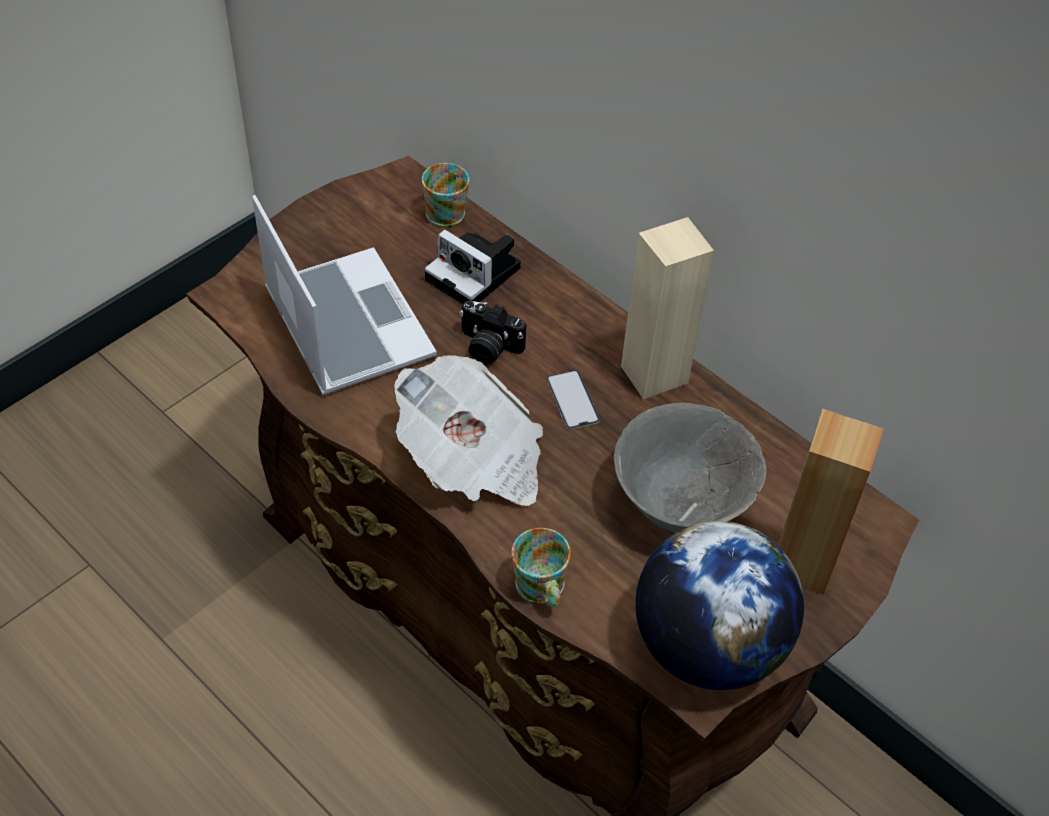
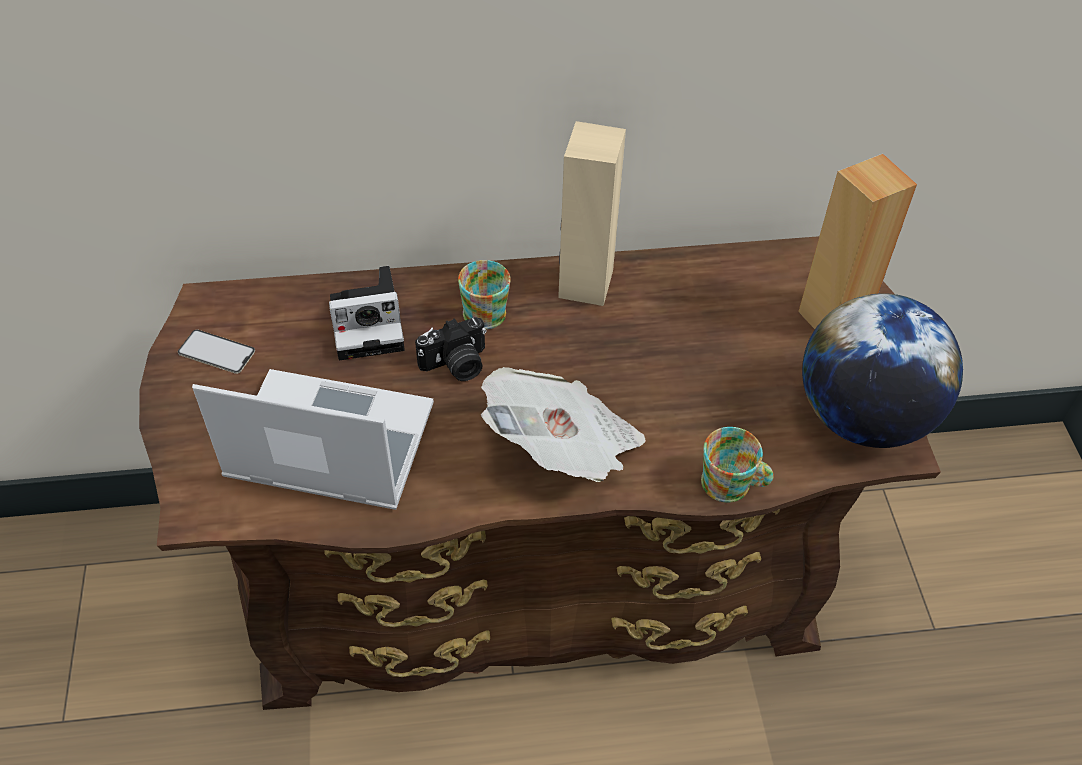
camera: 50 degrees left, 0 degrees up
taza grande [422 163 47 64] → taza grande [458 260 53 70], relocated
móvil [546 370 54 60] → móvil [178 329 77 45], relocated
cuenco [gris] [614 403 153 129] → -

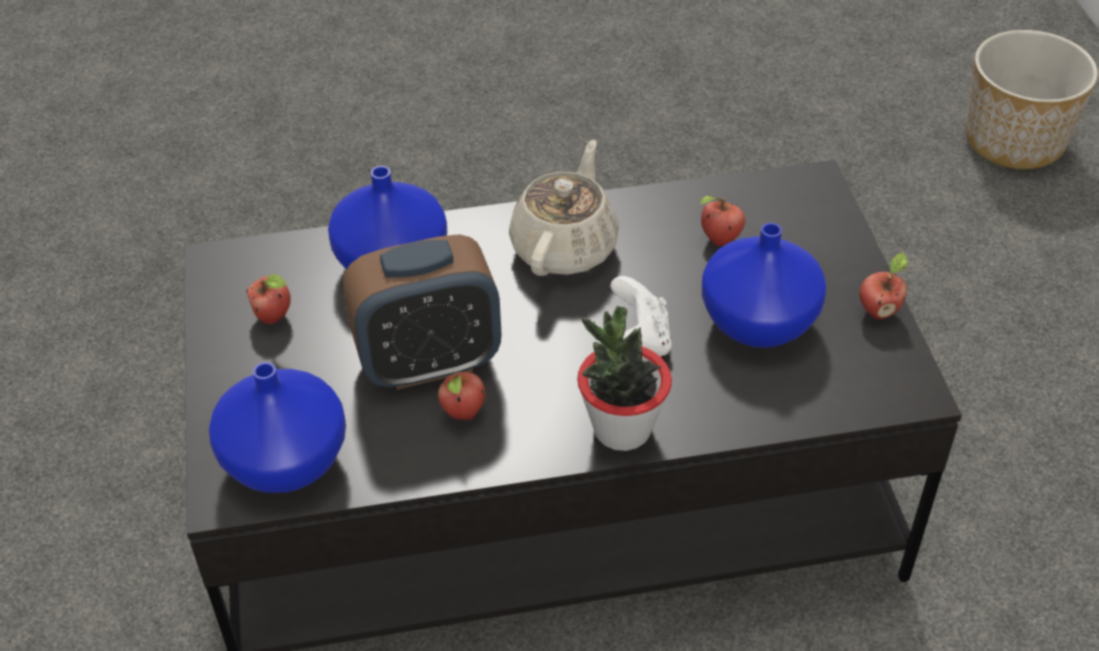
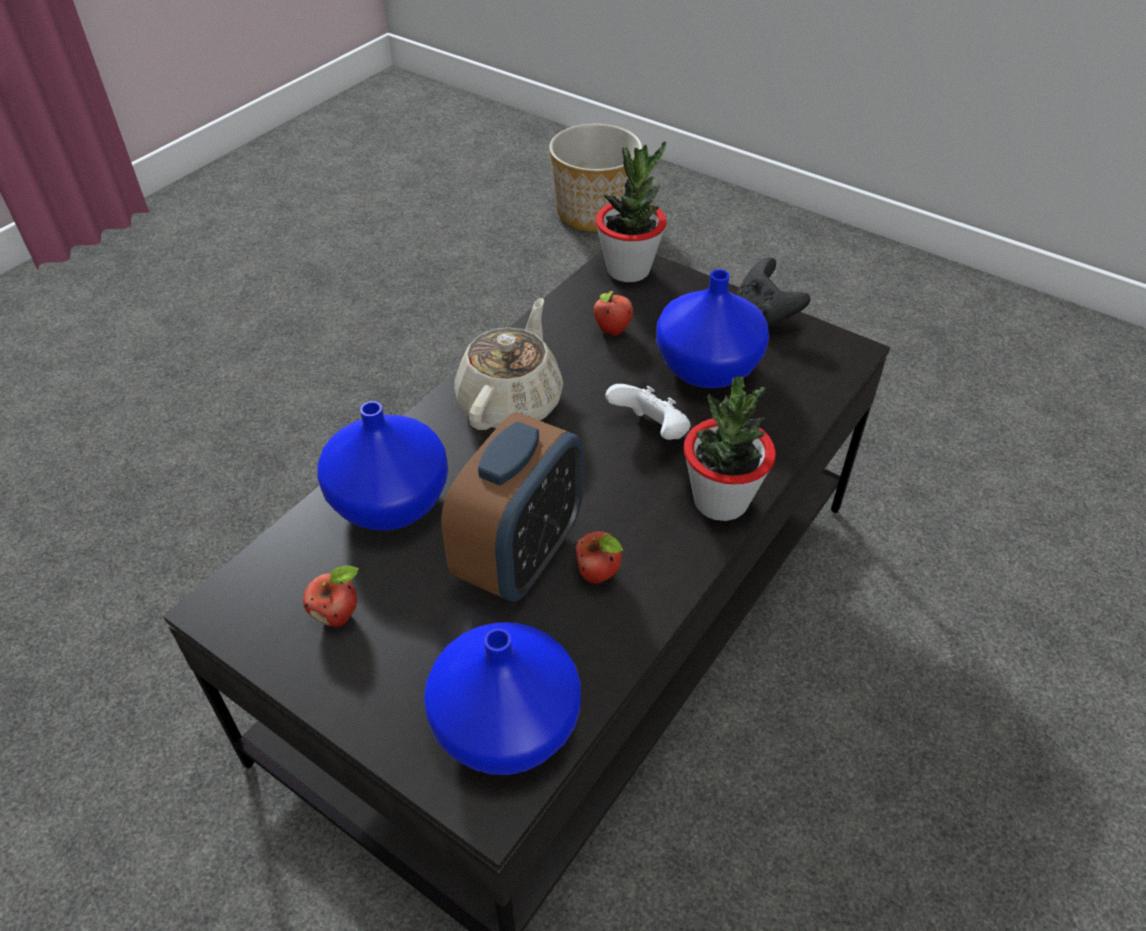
camera: 45 degrees left, 0 degrees up
tetera [beis] [509 140 110 136] → tetera [beis] [454 298 109 132], 45 degrees clockwise
manzana [859 253 49 66] → mando de consola [negro] [737 257 73 73]
- → planta en maceta [595 141 72 141]

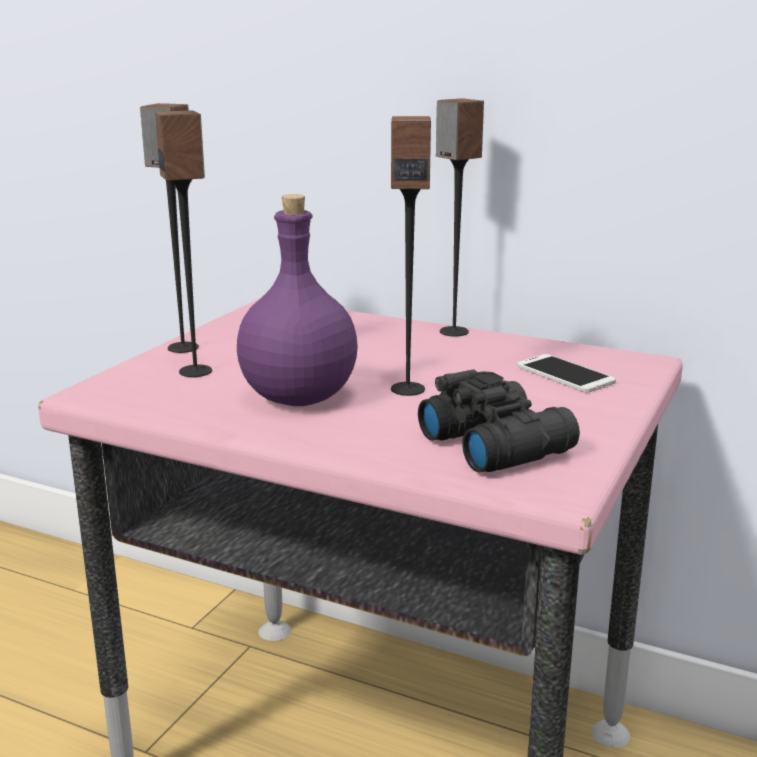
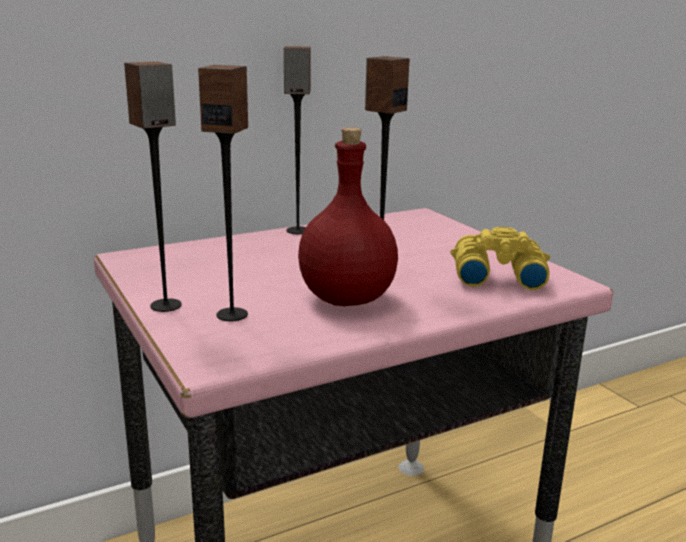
camera: 55 degrees left, 0 degrees up
botella [morado] [237 194 121 212] → botella [rojo] [298 127 100 179]
prismáticos [negro] [418 370 162 103] → prismáticos [amarillo] [450 227 100 63]
móvil [517 354 99 39] → -

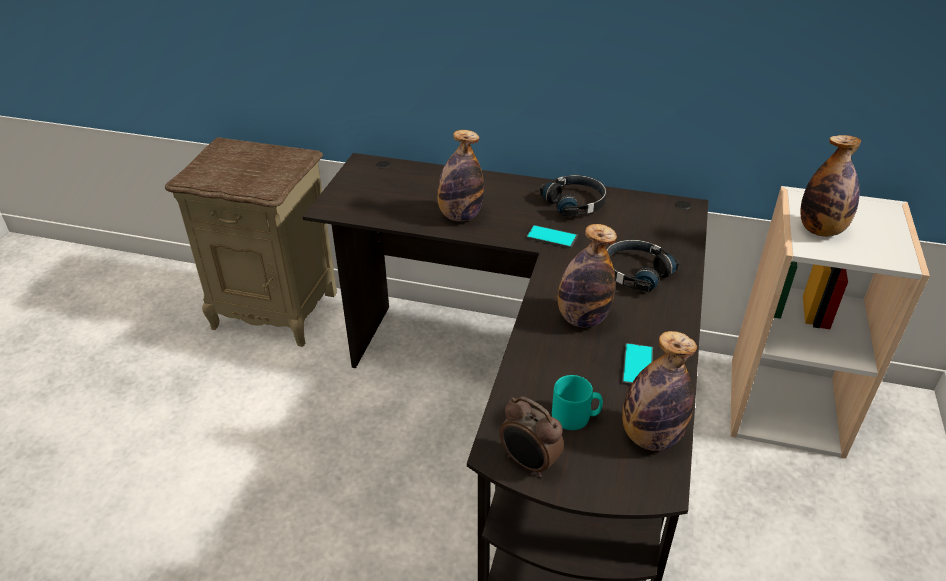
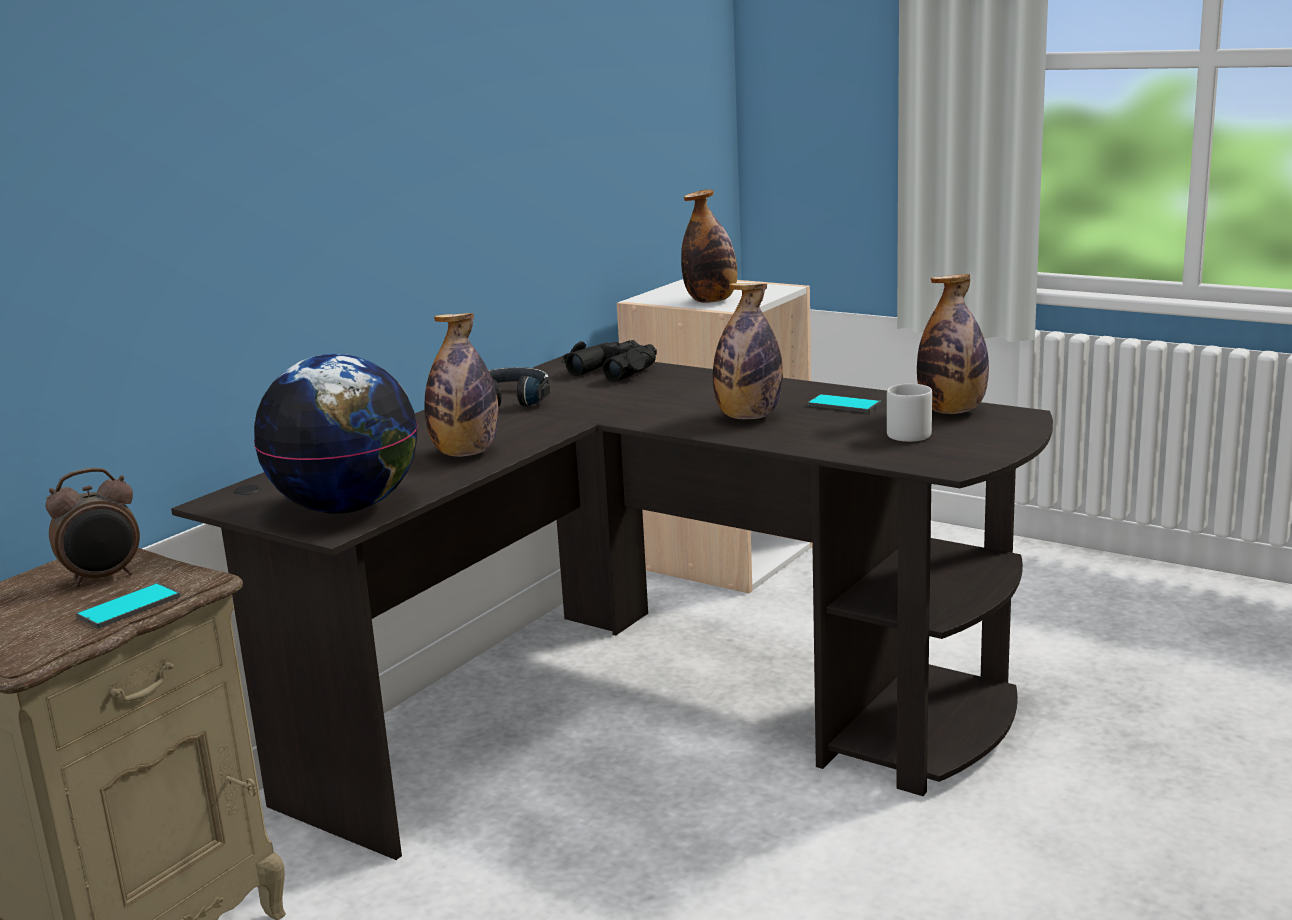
camera: 70 degrees left, 20 degrees down
despertador [499 396 65 82] → despertador [45 468 95 119], relocated
móvil [526 225 52 24] → móvil [76 583 105 45], relocated
taza grande [turquesa] [552 375 51 55] → taza grande [gris] [887 384 45 58]
auriculares [negro] [607 240 73 52] → -
- → globo terráqueo [254 354 164 160]
- → prismáticos [negro] [563 340 94 42]

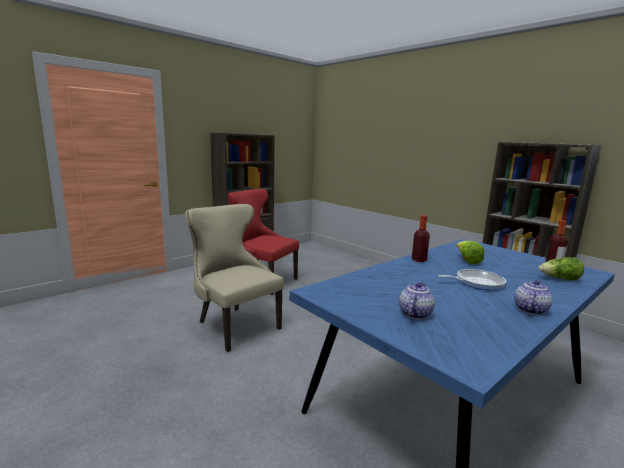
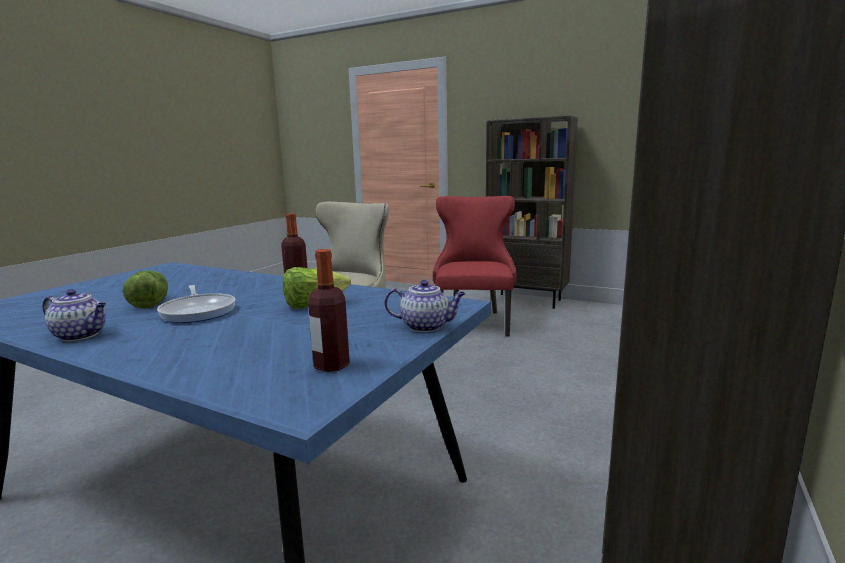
camera: 70 degrees right, 0 degrees up
tetera [399 282 36 37] → tetera [384 280 82 52], relocated
lechuga [538 257 46 23] → lechuga [123 270 45 38], relocated

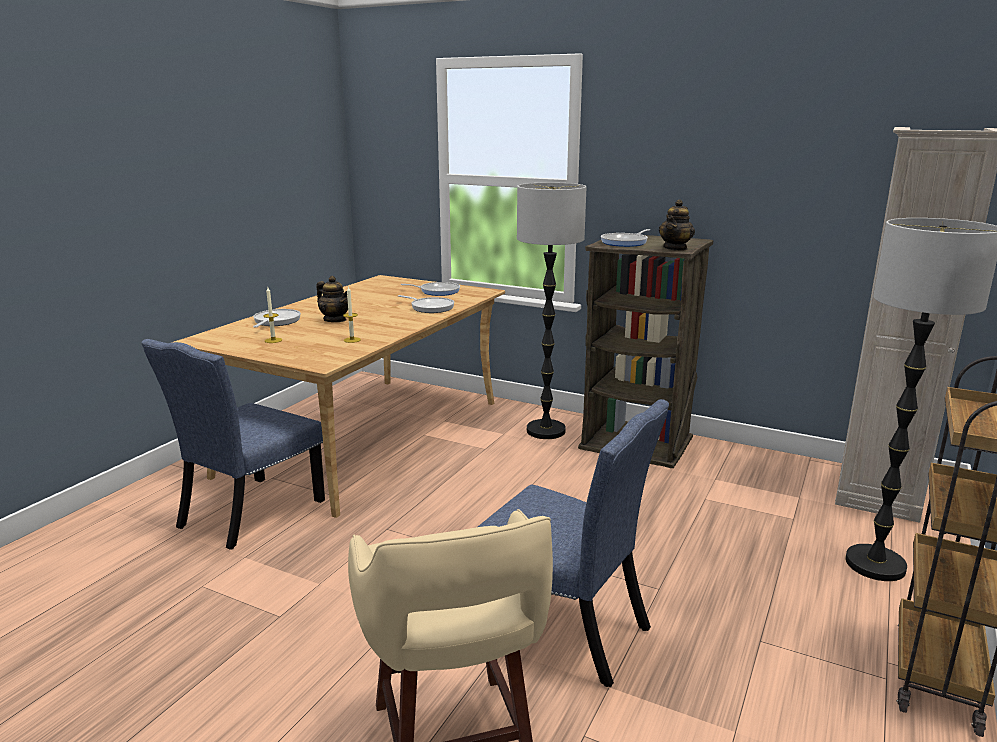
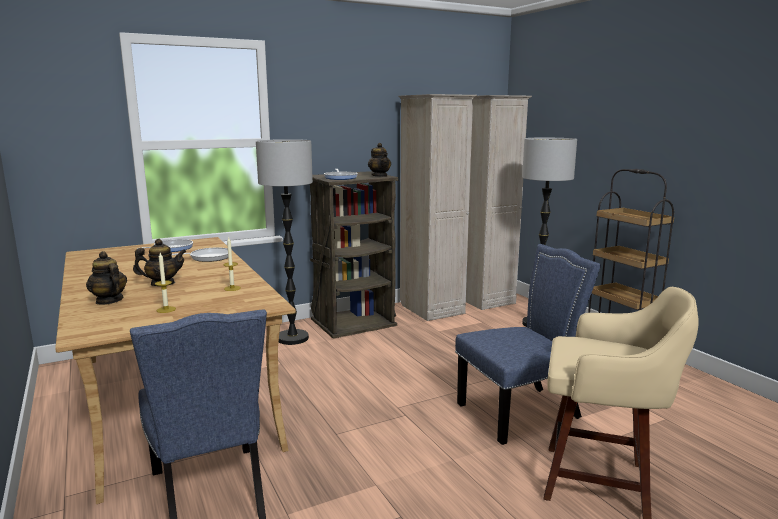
camera: 55 degrees left, 5 degrees down
sartén [253 309 48 19] → tetera [86 251 41 54]
- → armario [beis] [398 94 79 227]

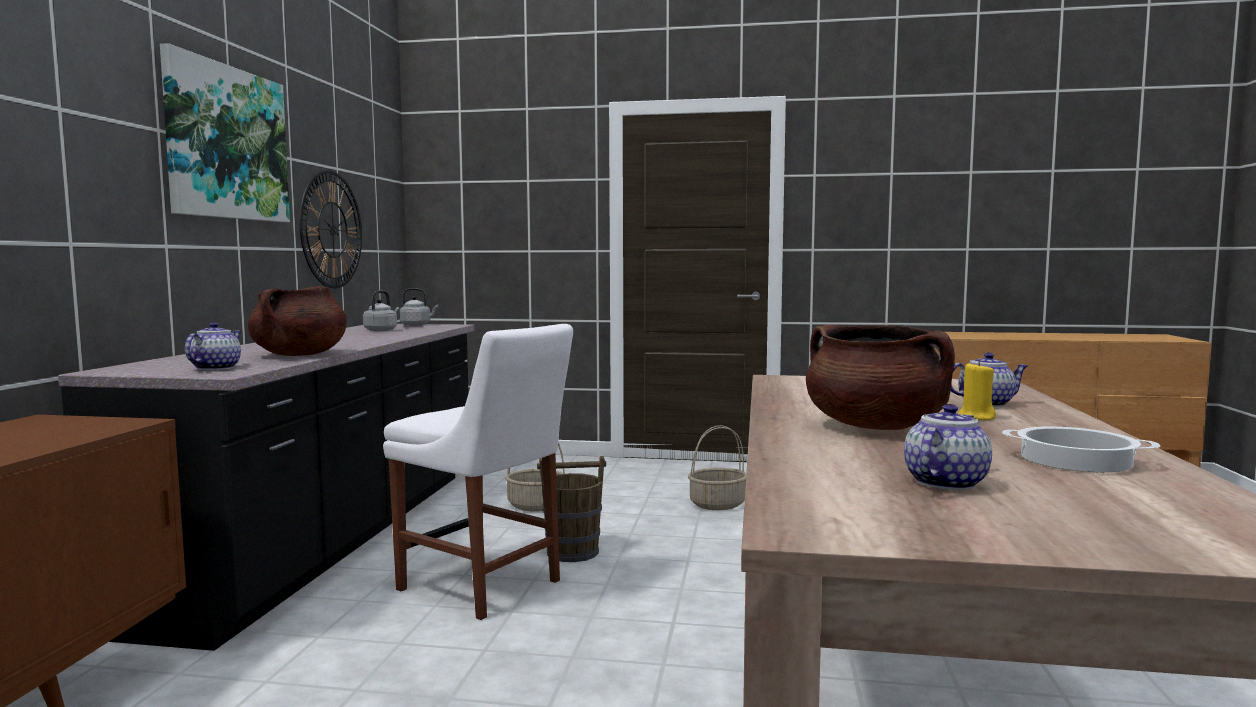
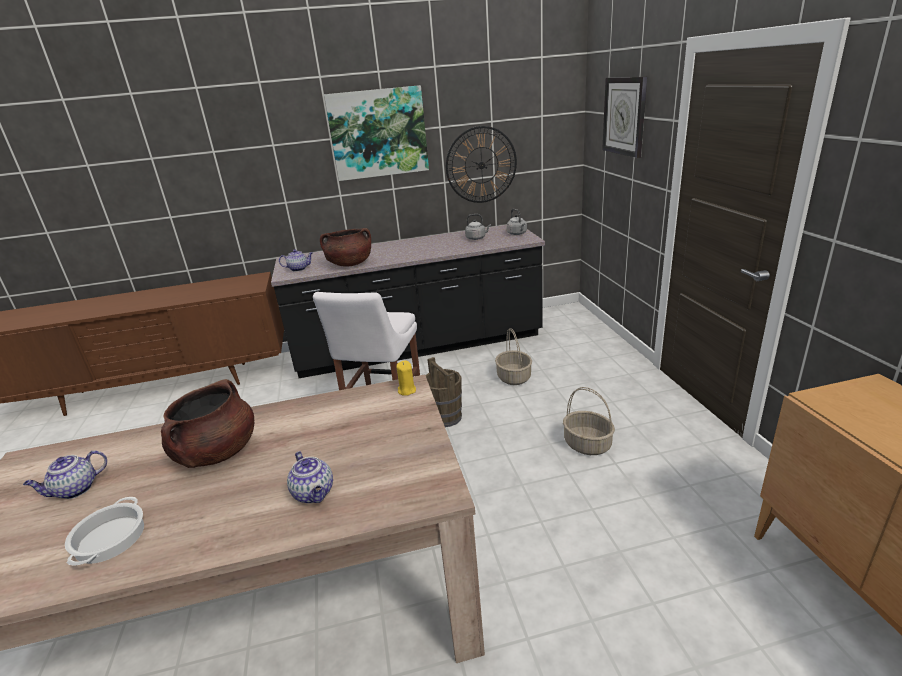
camera: 70 degrees right, 20 degrees up
tetera [904 404 88 86] → tetera [23 450 84 49], 120 degrees clockwise
vela [amarillo] [958 361 38 59] → vela [amarillo] [396 361 20 35], relocated
- → reloj de pared [602 77 45 81]

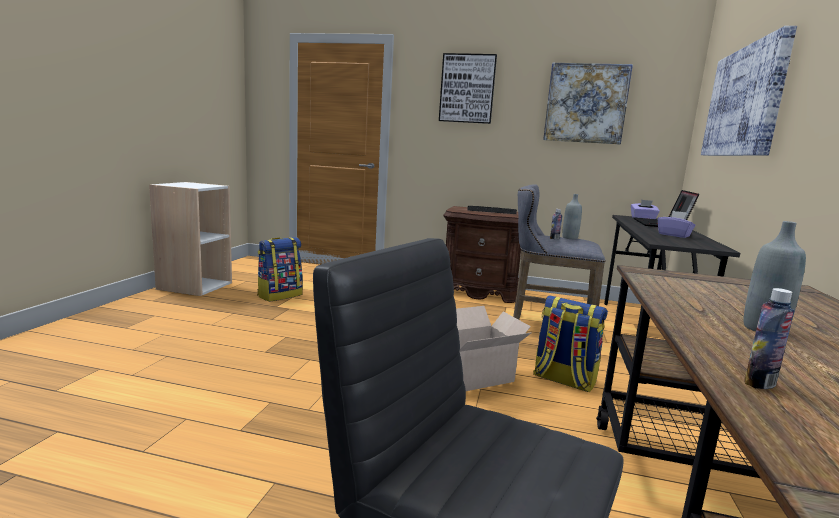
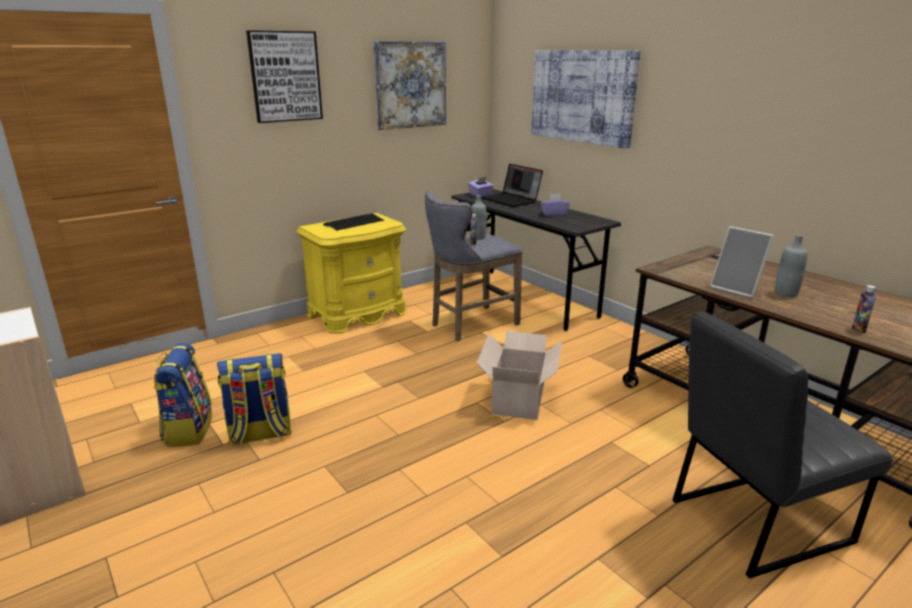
camera: 50 degrees left, 10 degrees up
mesita de noche [marrón] [443 206 78 97] → mesita de noche [amarillo] [297 213 110 120]
mochila [533 295 75 98] → mochila [217 353 75 92], relocated
- → portarretratos [710 226 64 72]

